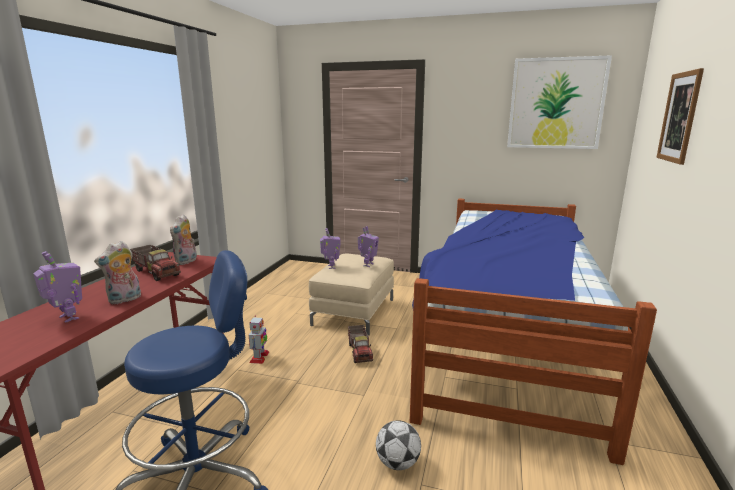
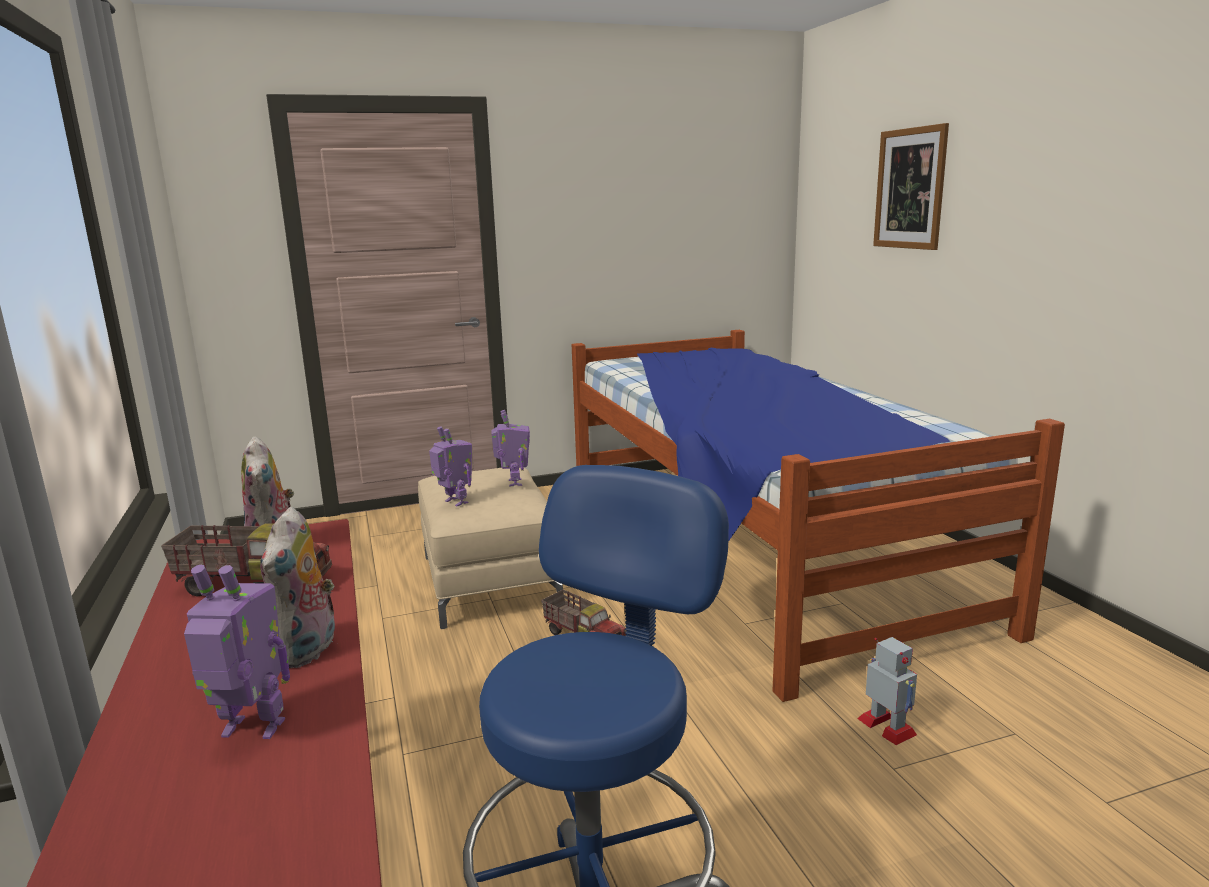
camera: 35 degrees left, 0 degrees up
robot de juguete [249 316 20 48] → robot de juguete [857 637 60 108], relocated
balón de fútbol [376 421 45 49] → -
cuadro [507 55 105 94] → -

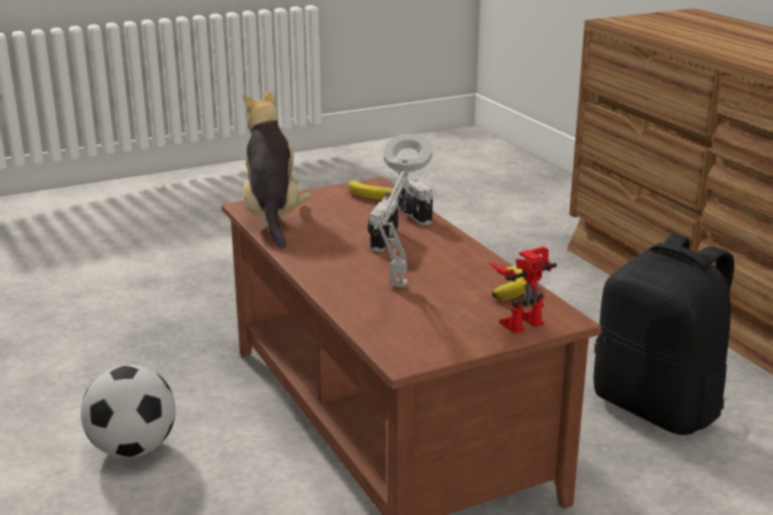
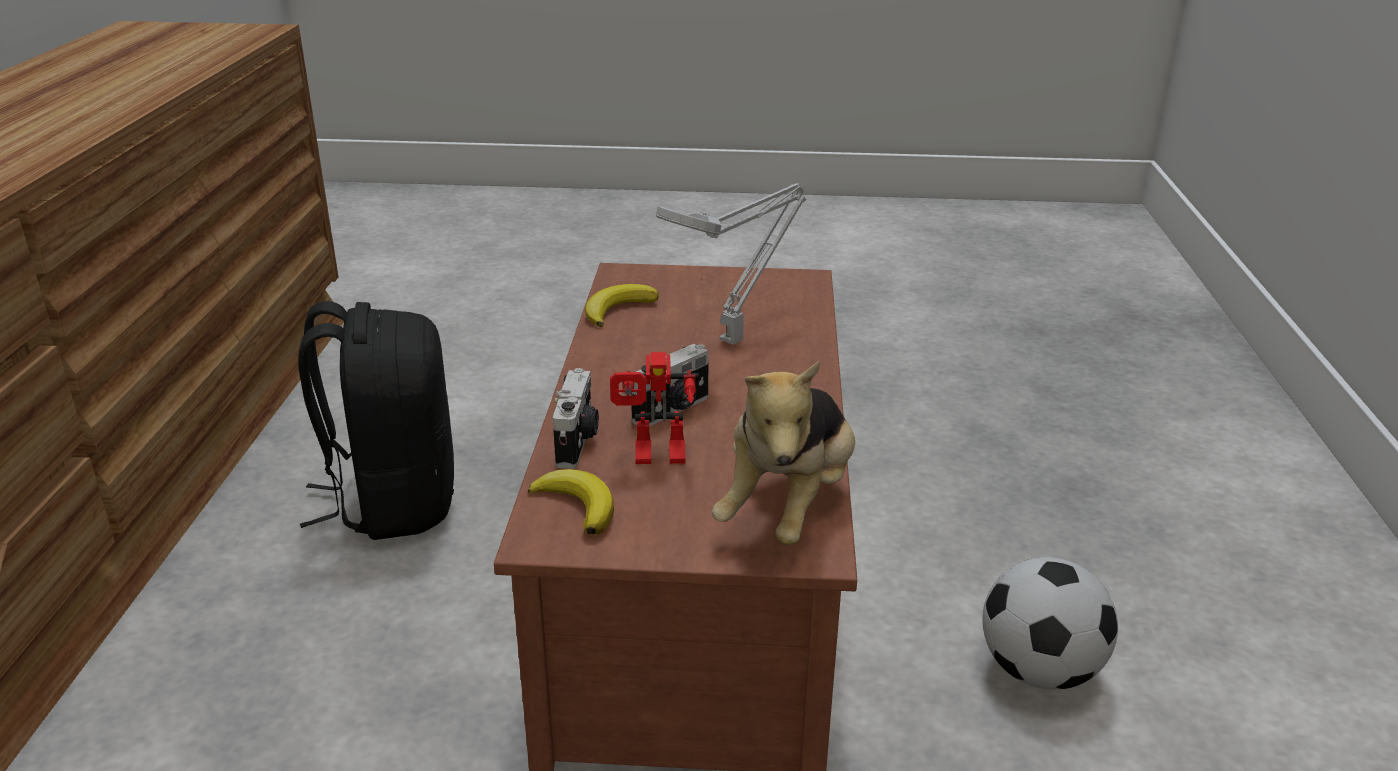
camera: 150 degrees left, 5 degrees up
robot de juguete [489 246 68 88] → robot de juguete [610 352 89 112], relocated

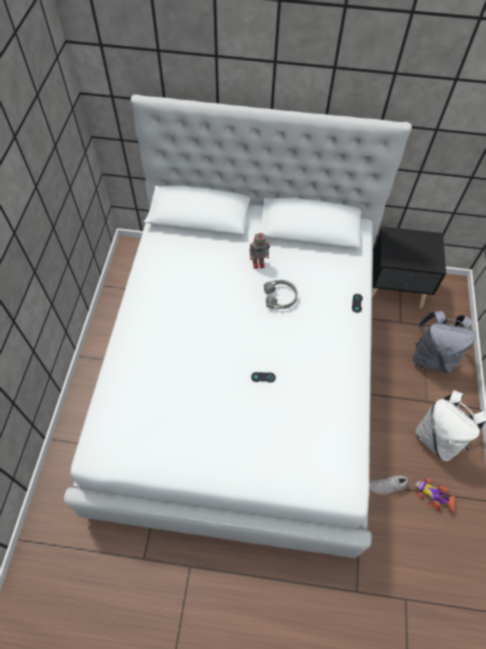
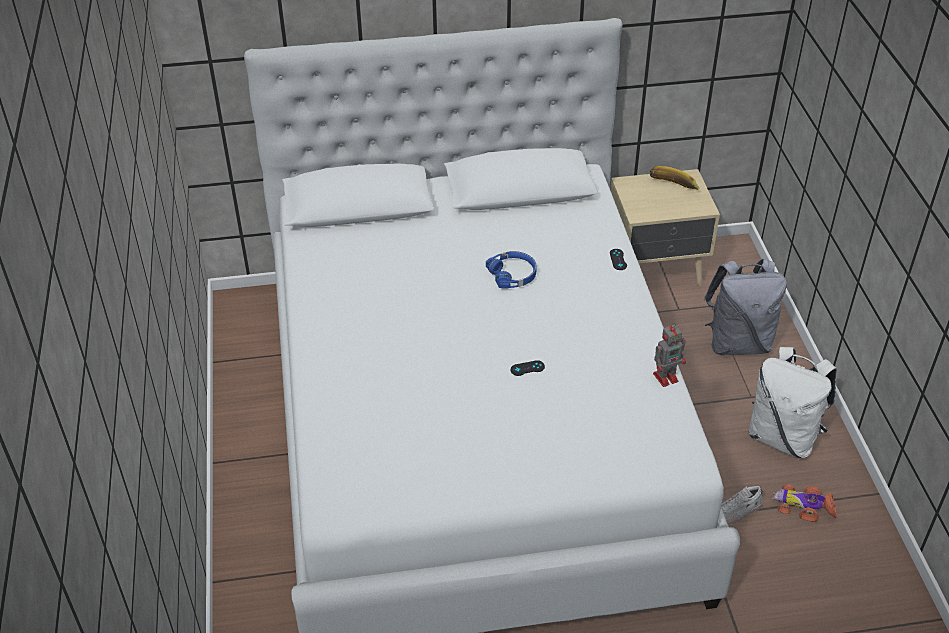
camera: 15 degrees left, 15 degrees down
robot de juguete [250 232 20 37] → robot de juguete [653 323 33 64], relocated
auriculares [gris] [264 280 34 29] → auriculares [azul] [486 251 51 38]
mesita de noche [negro] [372 226 74 82] → mesita de noche [beis] [610 169 110 117]
- → plátano [650 166 50 24]

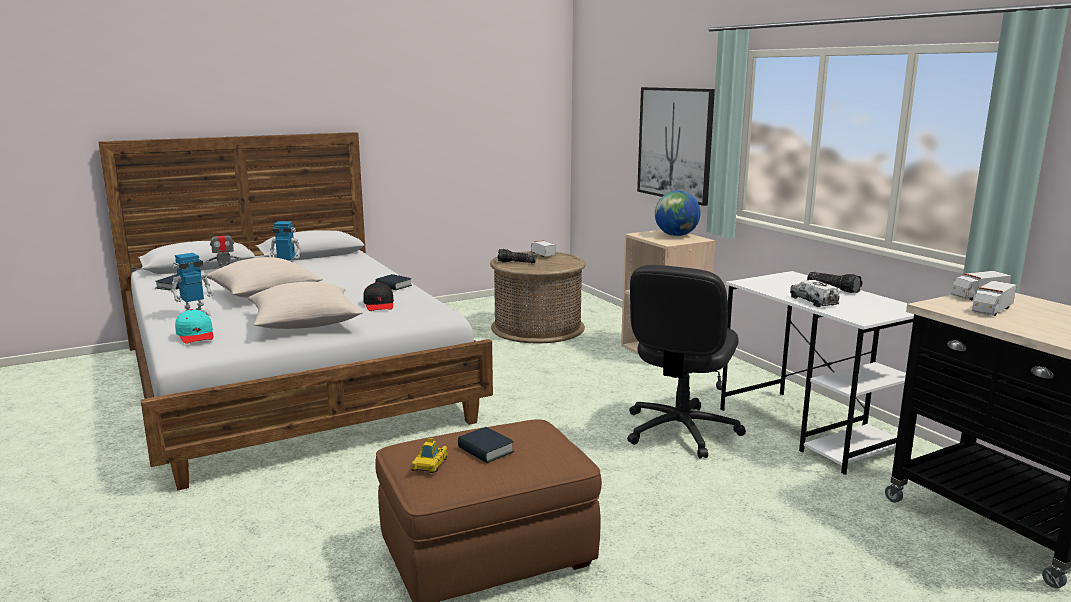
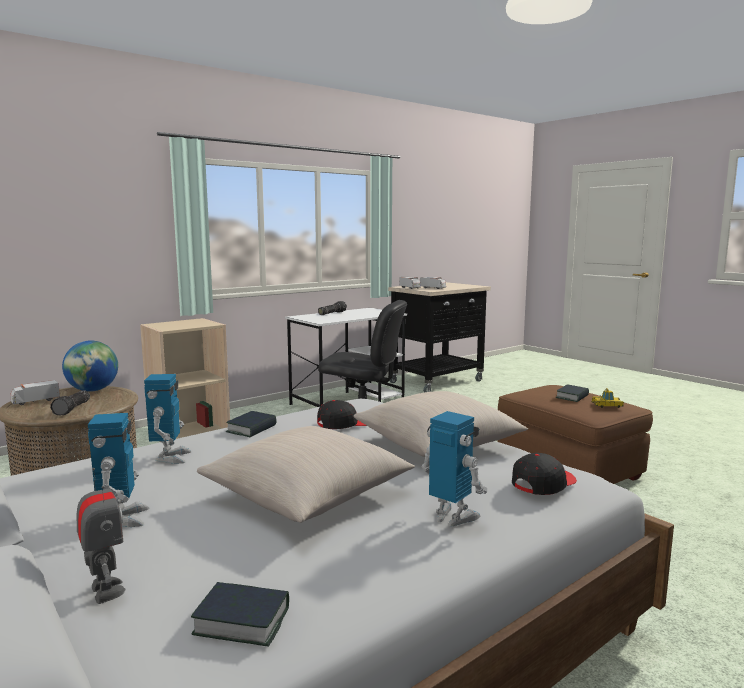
camera: 100 degrees left, 5 degrees down
gorra [turquesa] [175 309 38 35] → gorra [negro] [512 453 65 42]
cuadro [637 87 78 119] → -
globo terráqueo [655 190 46 46] → globo terráqueo [62 341 56 51], relocated
camión de juguete [790 280 49 27] → -
- → robot de juguete [144 374 48 90]

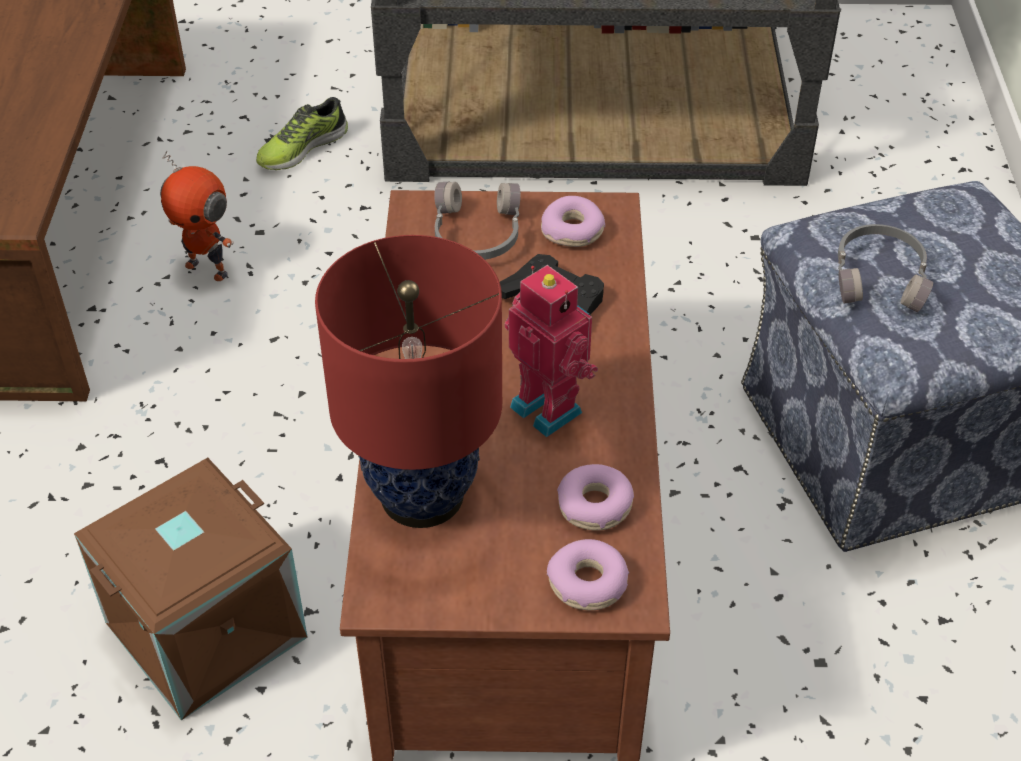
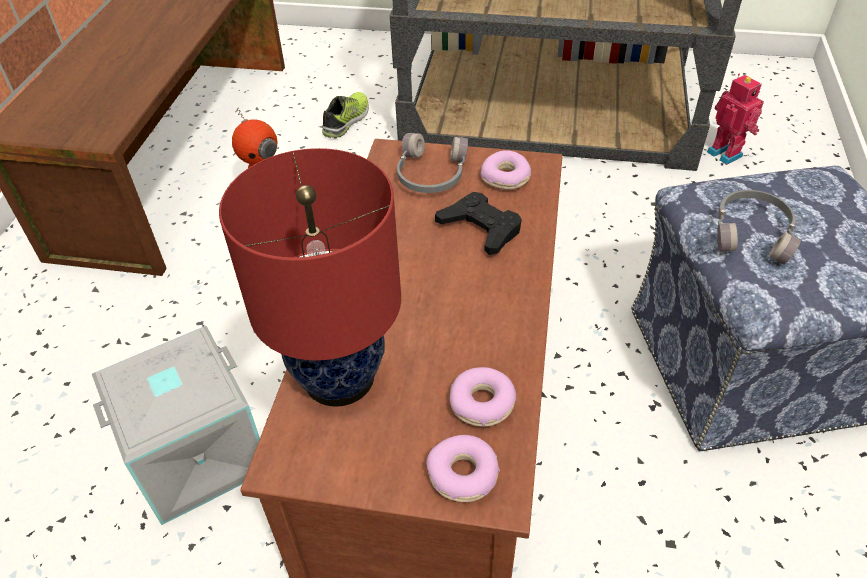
camera: 10 degrees right, 0 degrees up
caja de almacenaje [marrón] [74 458 234 262] → caja de almacenaje [gris] [92 326 168 199]
zapato [256 97 92 73] → zapato [322 92 47 46], 150 degrees clockwise
robot de juguete [505 265 93 172] → robot de juguete [707 74 57 91], relocated

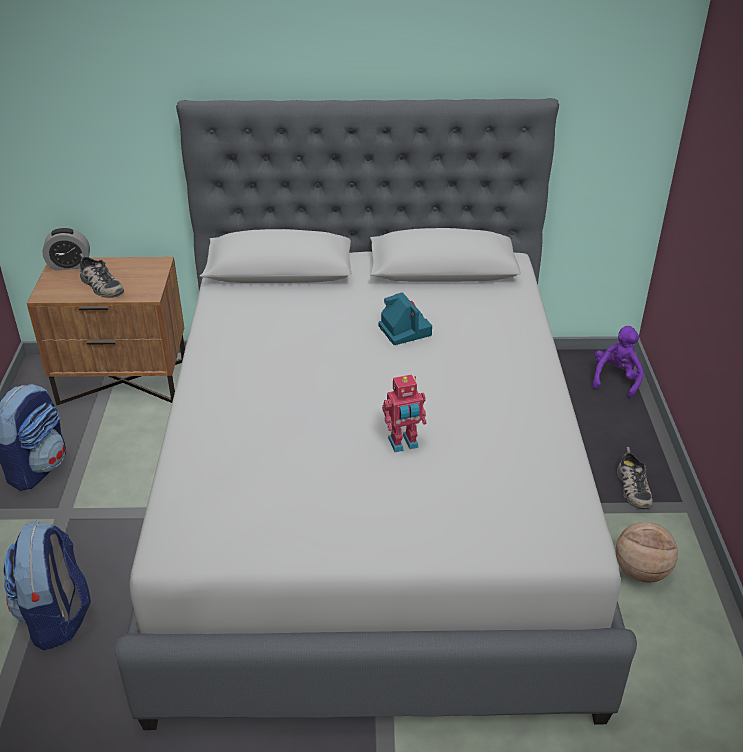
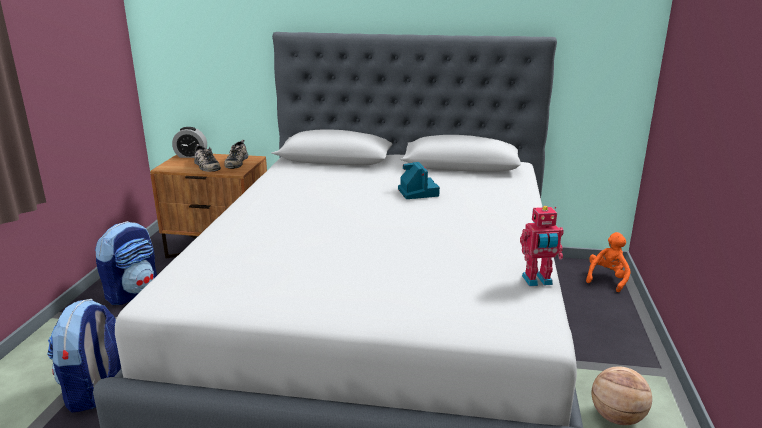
camera: 10 degrees right, 15 degrees down
robot de juguete [382 374 44 78] → robot de juguete [520 206 44 80], relocated
peluche [morado] [592 326 52 72] → peluche [naranja] [586 232 45 60]
zapato [617 447 36 63] → zapato [224 140 24 29], relocated

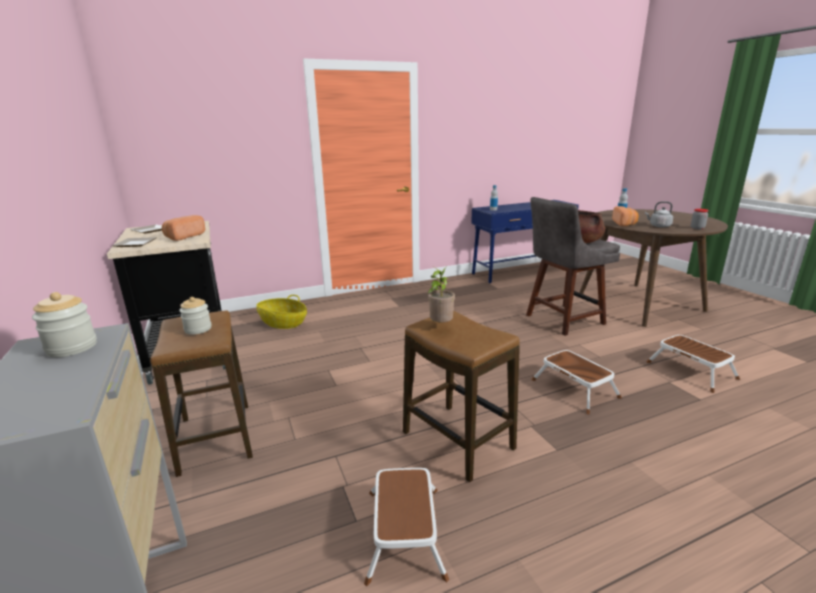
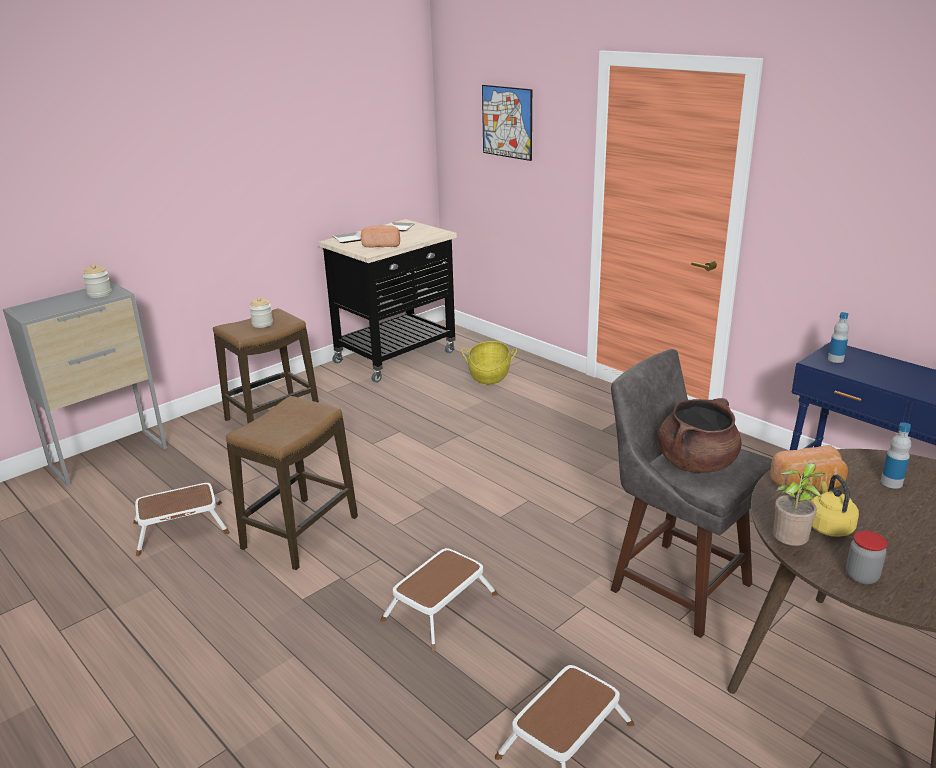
camera: 70 degrees right, 5 degrees up
planta en maceta [428 266 27 56] → planta en maceta [773 463 52 83], relocated
hervidor [gris] [645 201 28 26] → hervidor [amarillo] [811 475 48 62]
- → cuadro [482 85 50 76]

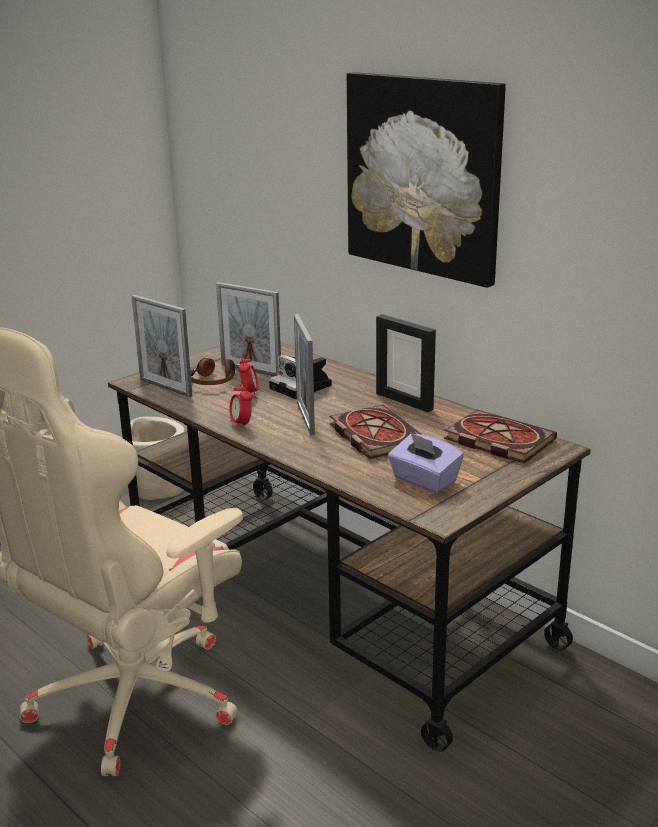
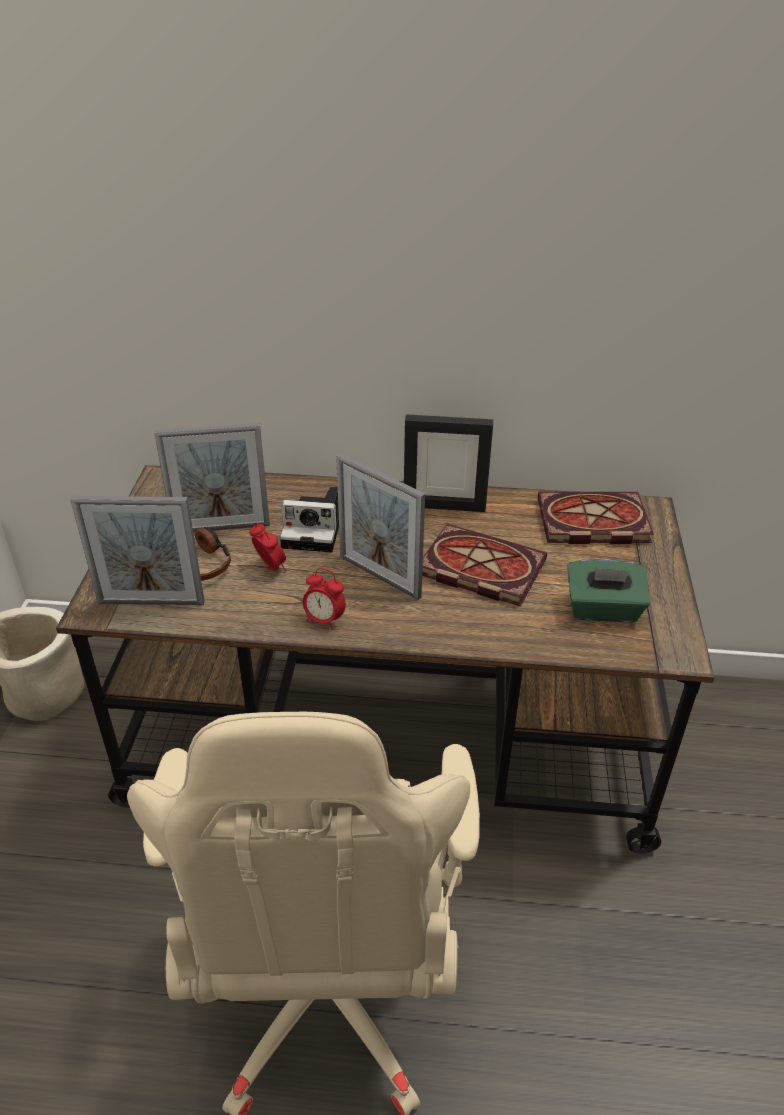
camera: 40 degrees left, 15 degrees up
cuadro [347 72 159 216] → -
caja de pañuelos [morado] [388 432 76 61] → caja de pañuelos [verde] [567 559 83 63]

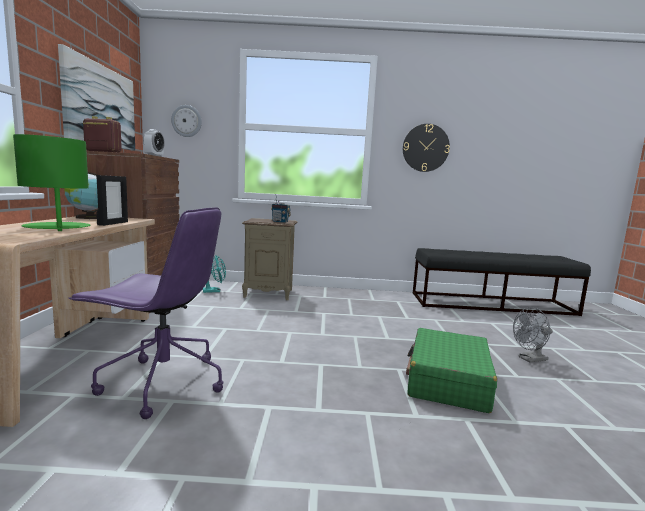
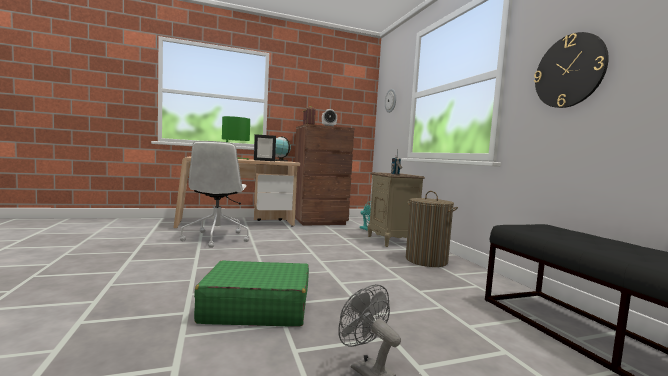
camera: 70 degrees right, 5 degrees down
cuadro [58 44 77 107] → -
silla de oficina [morado] [69 208 155 211] → silla de oficina [blanco] [180 141 69 107]
- → cesto de la ropa [406 191 52 76]

